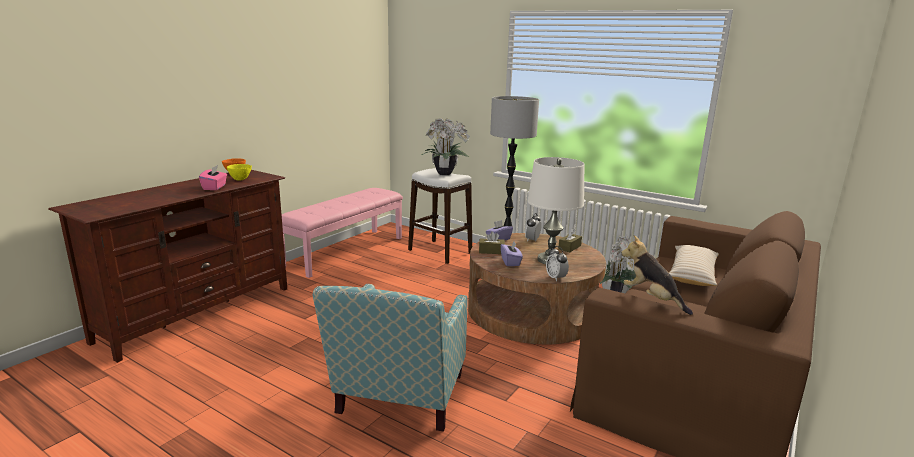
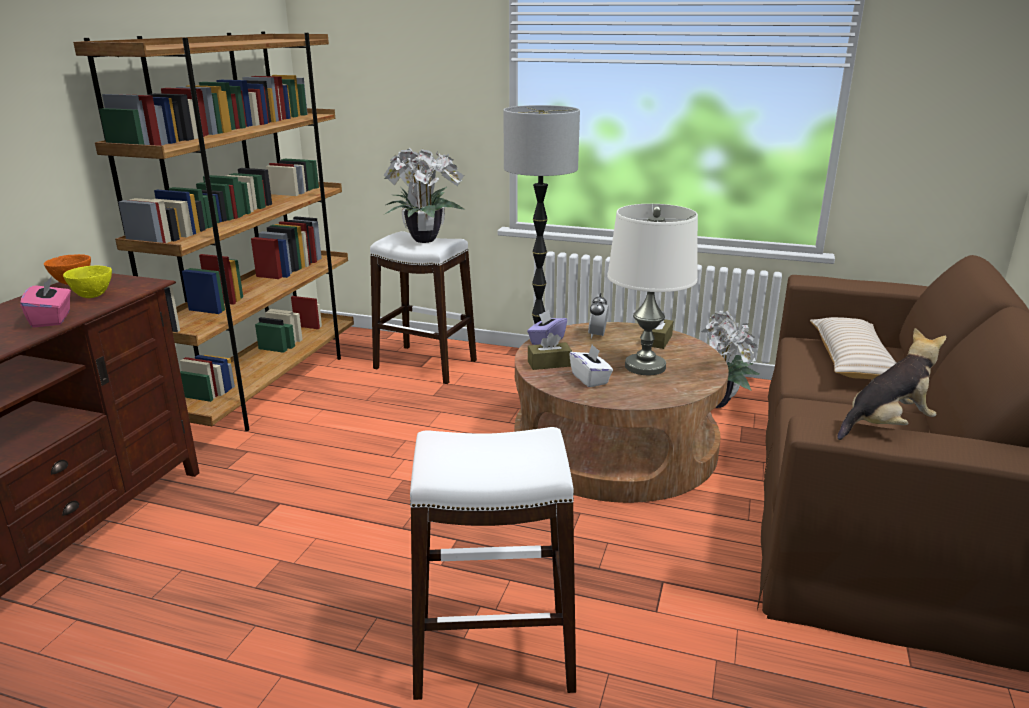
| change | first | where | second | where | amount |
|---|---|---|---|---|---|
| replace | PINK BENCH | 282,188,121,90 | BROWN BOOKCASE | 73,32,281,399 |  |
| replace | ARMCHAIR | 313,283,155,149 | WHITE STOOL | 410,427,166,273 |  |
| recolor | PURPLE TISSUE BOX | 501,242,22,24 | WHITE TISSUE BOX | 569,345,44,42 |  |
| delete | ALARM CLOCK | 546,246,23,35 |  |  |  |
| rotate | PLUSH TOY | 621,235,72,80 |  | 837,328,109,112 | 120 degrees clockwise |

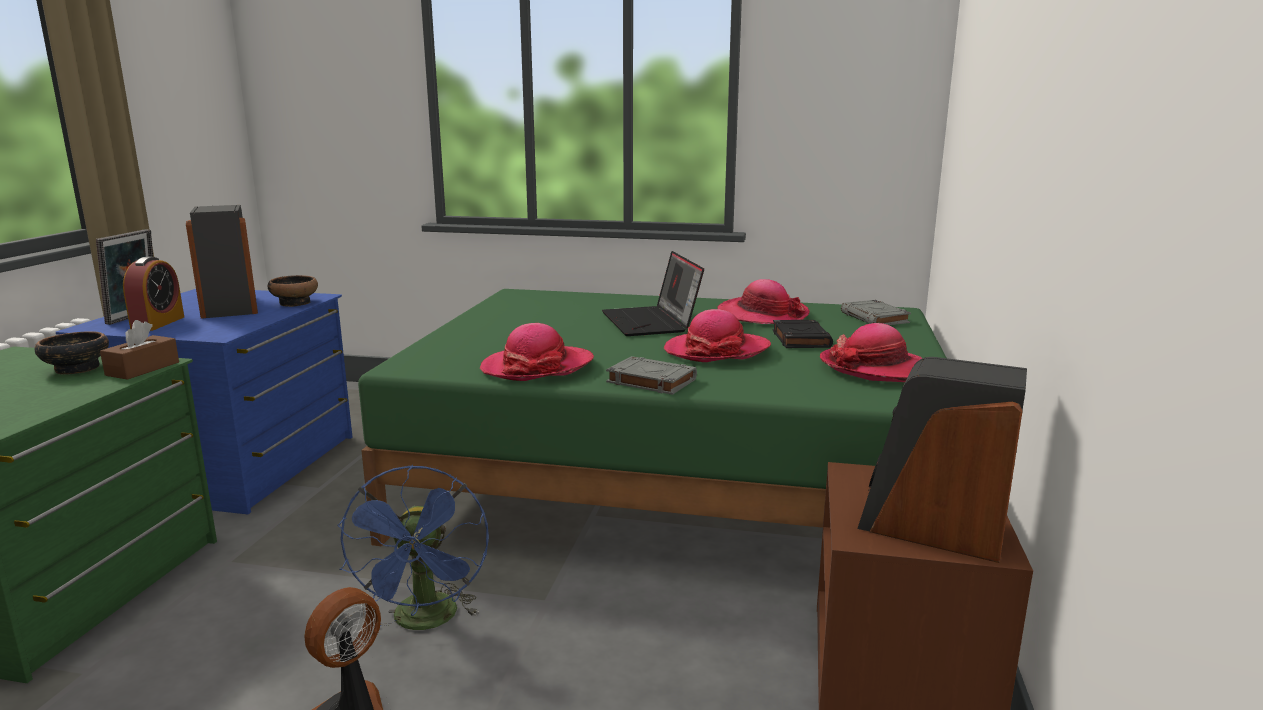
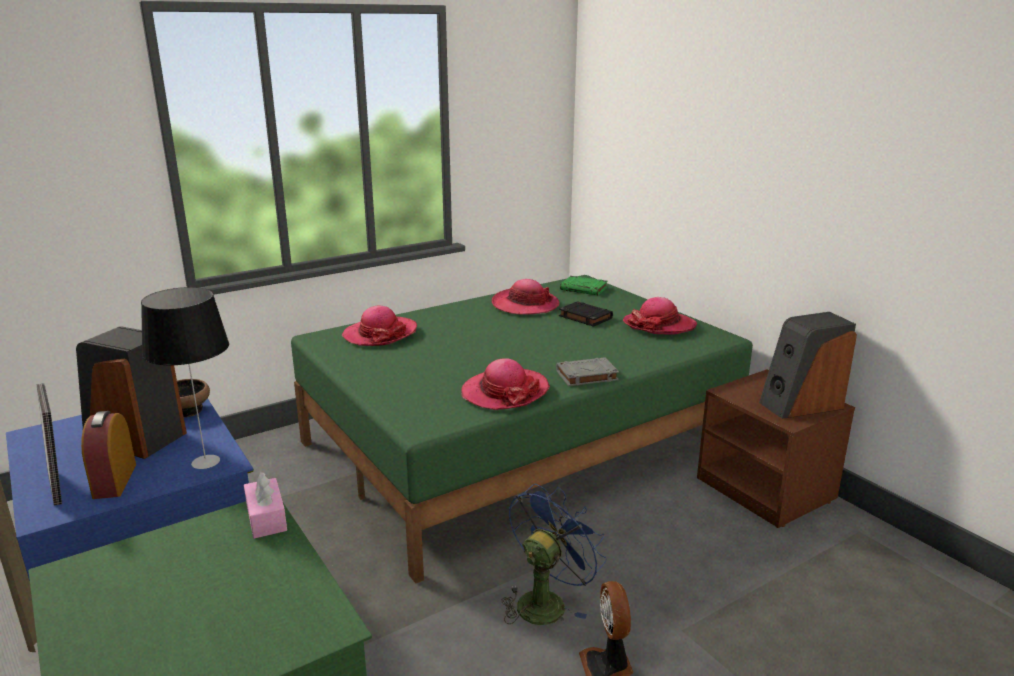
| change | first | where | second | where | amount |
|---|---|---|---|---|---|
| delete | BOWL | 35,331,74,44 |  |  |  |
| recolor | BROWN TISSUE BOX | 100,320,79,60 | PINK TISSUE BOX | 244,472,43,67 |  |
| rotate | ALARM CLOCK | 123,257,61,74 |  | 81,411,55,88 | 150 degrees counterclockwise |
| rotate | BLUE FAN | 337,465,152,165 |  | 502,484,105,141 | 90 degrees counterclockwise |
| delete | LAPTOP | 602,251,102,85 |  |  |  |
| move | HAT | 664,309,107,53 |  | 342,306,75,40 |  |
| recolor | GREY BOOK | 841,300,70,25 | GREEN BOOK | 560,276,48,19 |  |
| insert |  |  | TABLE LAMP | 141,287,88,182 |  |

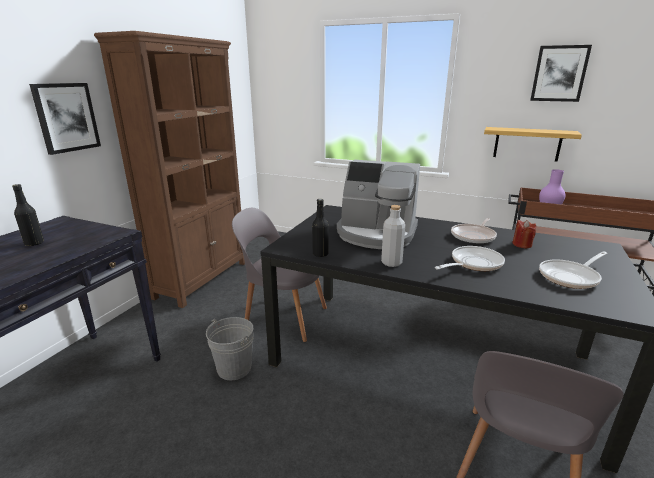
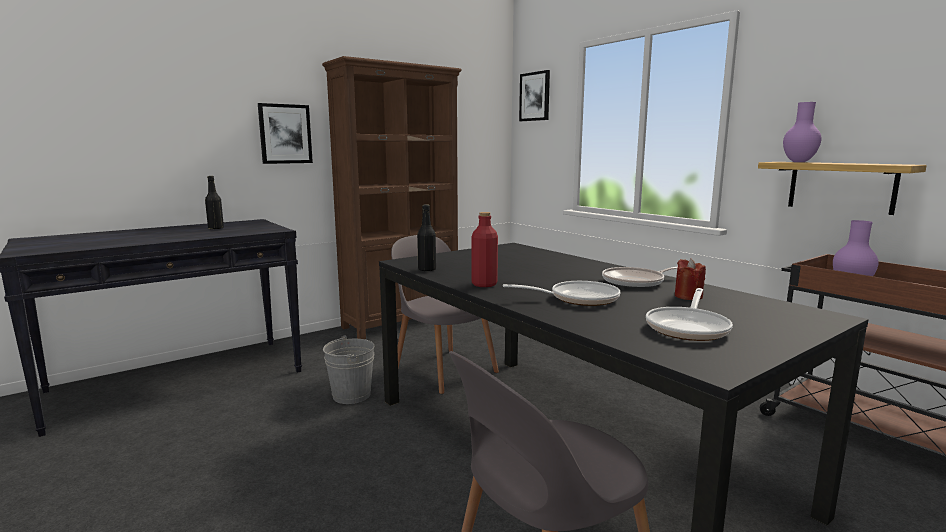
| change | first | where | second | where | amount |
|---|---|---|---|---|---|
| delete | COFFEE MACHINE | 337,160,83,89 |  |  |  |
| recolor | GREY BOTTLE | 381,205,24,62 | RED BOTTLE | 471,212,27,75 |  |
| move | PICTURE | 530,45,62,57 |  | 519,70,31,51 |  |
| rotate | FRYING PAN | 539,251,69,38 |  | 646,288,87,53 | 60 degrees counterclockwise |
| insert |  |  | PURPLE VASE | 783,102,39,60 |  |

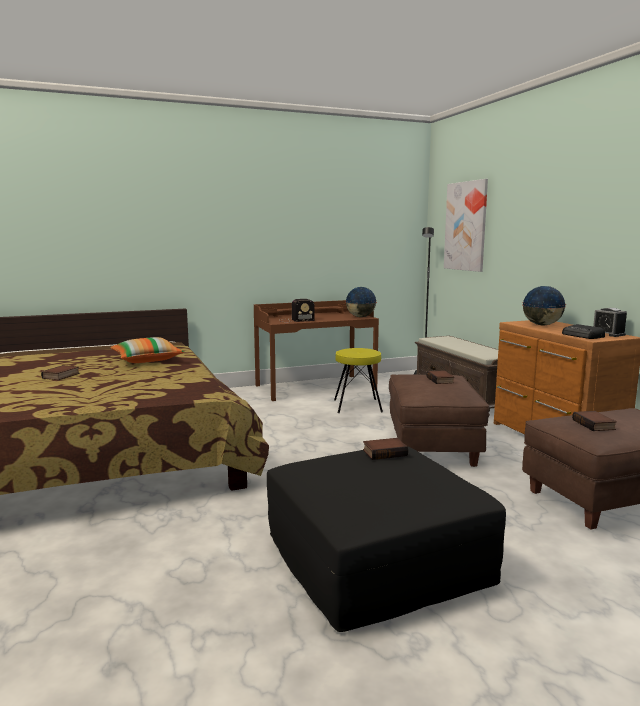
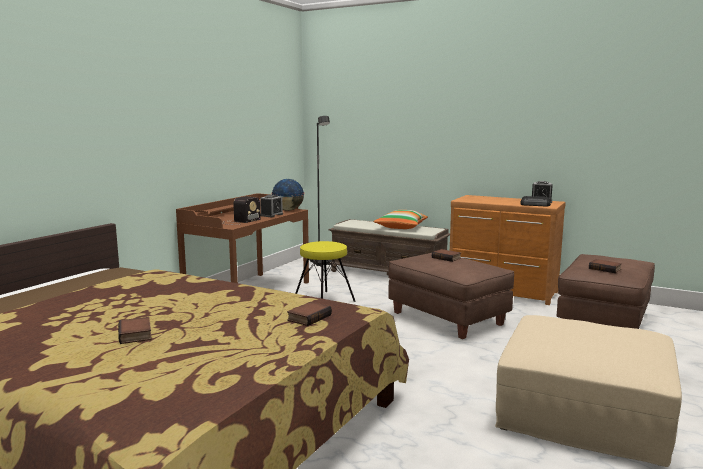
| change | first | where | second | where | amount |
|---|---|---|---|---|---|
| move | PILLOW | 110,337,74,26 |  | 373,210,55,19 |  |
| recolor | BLACK OTTOMAN | 267,446,239,186 | BEIGE OTTOMAN | 495,315,187,152 |  |
| move | BOOK | 363,438,45,22 |  | 287,302,45,24 |  |
| delete | PICTURE | 444,179,44,93 |  |  |  |
| delete | GLOBE | 522,286,44,39 |  |  |  |
| insert |  |  | ALARM CLOCK | 260,195,23,22 |  |

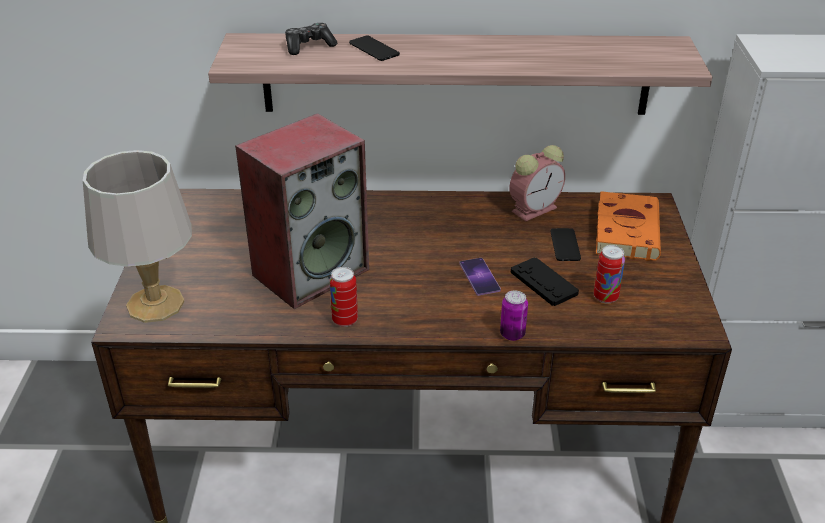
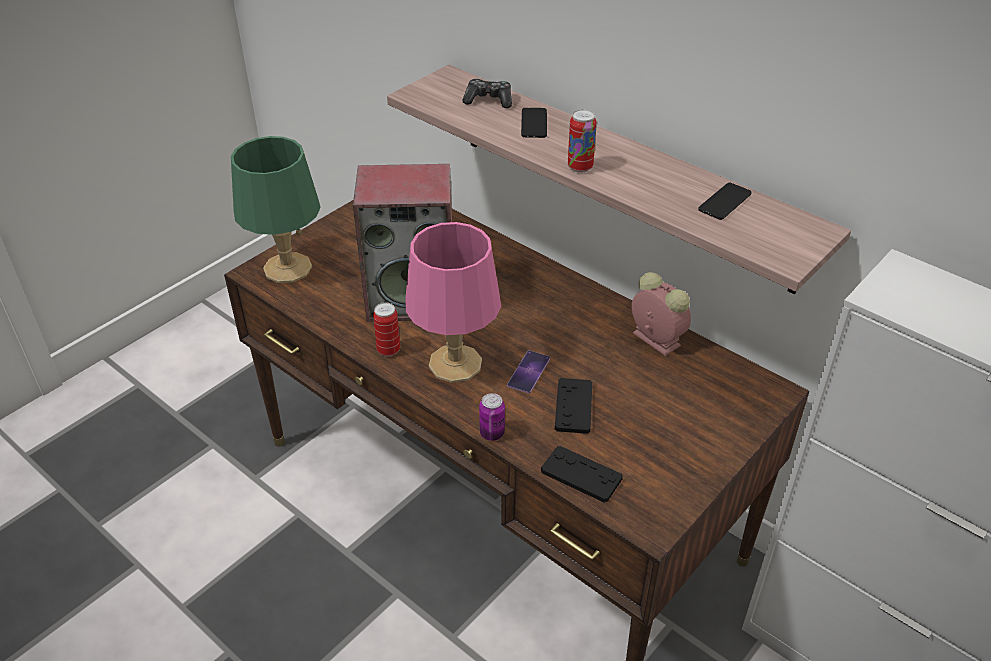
| change | first | where | second | where | amount |
|---|---|---|---|---|---|
| recolor | GREY TABLE LAMP | 83,150,109,173 | GREEN TABLE LAMP | 231,136,90,147 |  |
| rotate | ALARM CLOCK | 509,145,56,76 |  | 632,272,59,84 | 135 degrees counterclockwise |
| move | PHONE | 550,228,31,33 |  | 698,182,54,38 |  |
| move | CAN | 594,245,31,59 |  | 568,109,29,64 |  |
| delete | ORANGE BOOK | 596,191,65,70 |  |  |  |
| insert |  |  | PINK TABLE LAMP | 405,222,96,161 |  |
| insert |  |  | BLACK GAME CONTROLLER | 541,446,82,57 |  |

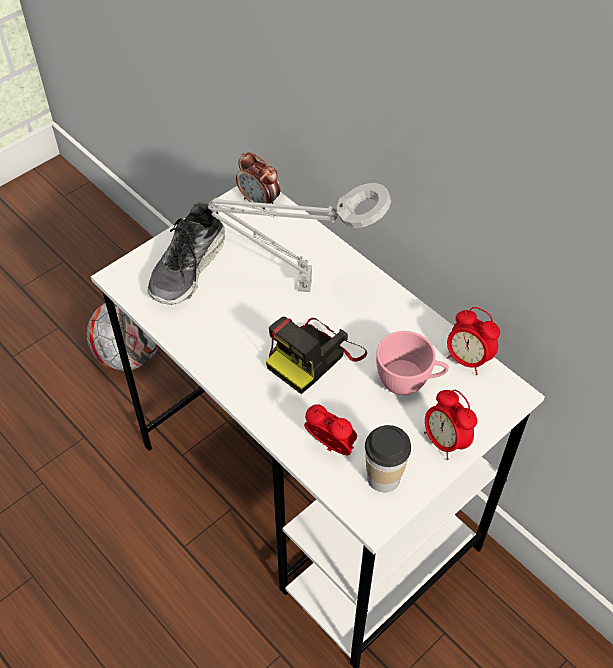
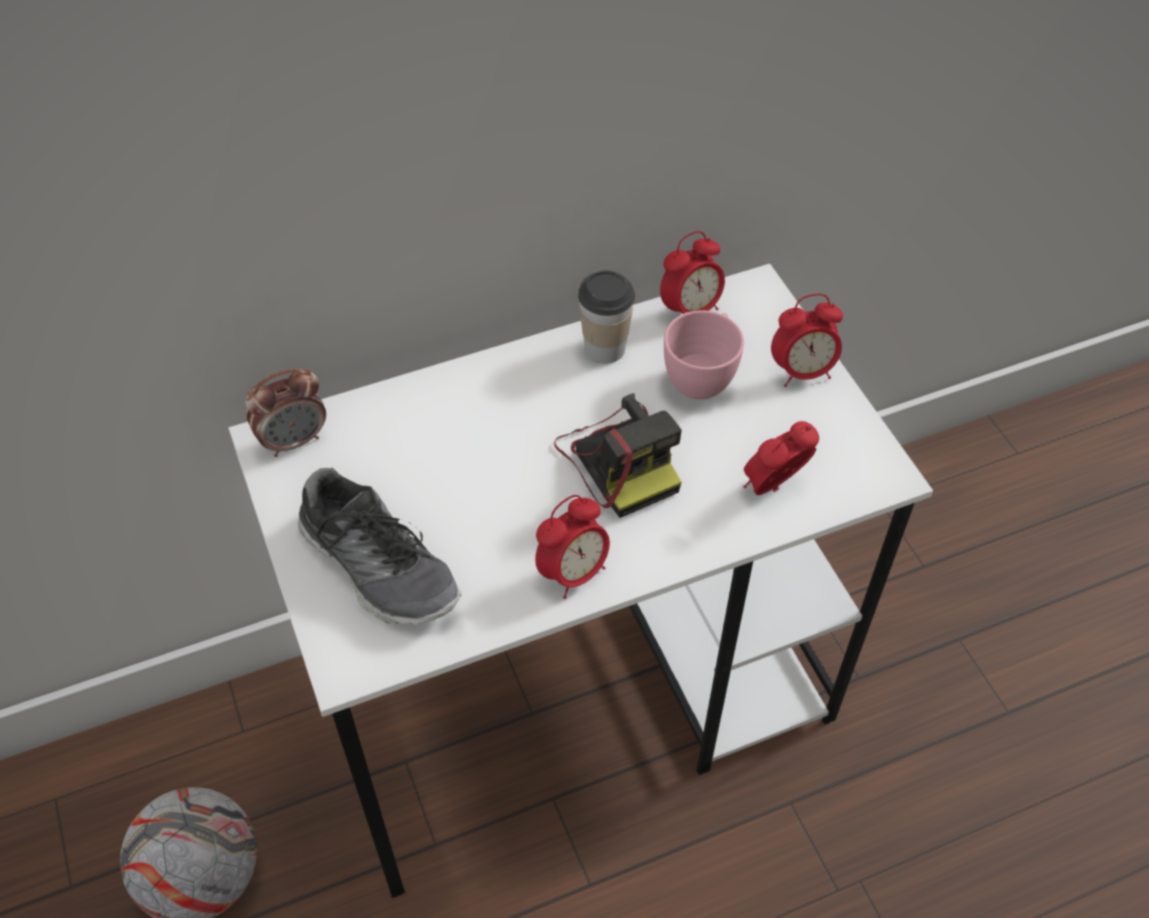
| change | first | where | second | where | amount |
|---|---|---|---|---|---|
| delete | GREY TABLE LAMP | 208,183,183,109 |  |  |  |
| move | CUP | 365,425,46,67 |  | 578,270,57,94 |  |
| insert |  |  | ALARM CLOCK | 535,495,75,104 |  |

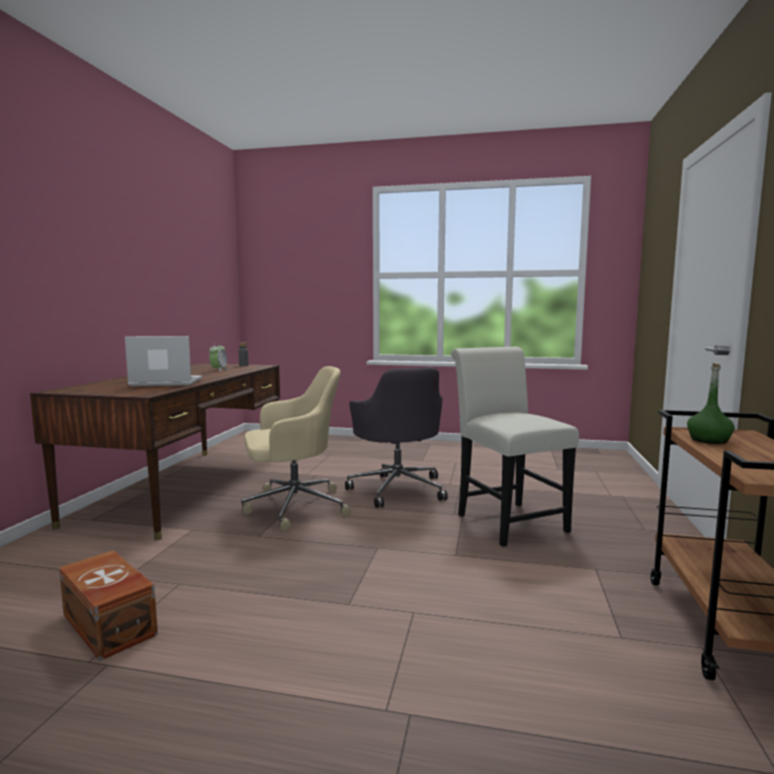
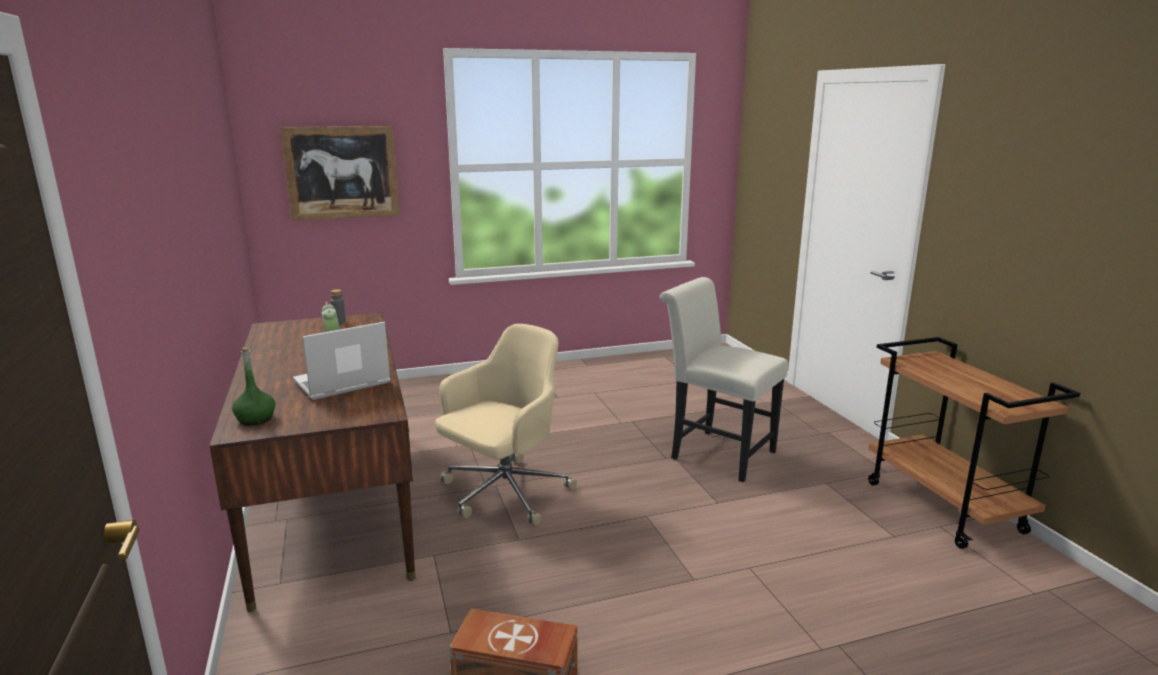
| change | first | where | second | where | amount |
|---|---|---|---|---|---|
| delete | GREY OFFICE CHAIR | 345,368,103,140 |  |  |  |
| move | GREEN BOTTLE | 687,363,48,81 |  | 232,347,44,78 |  |
| insert |  |  | PICTURE | 280,126,120,95 |  |

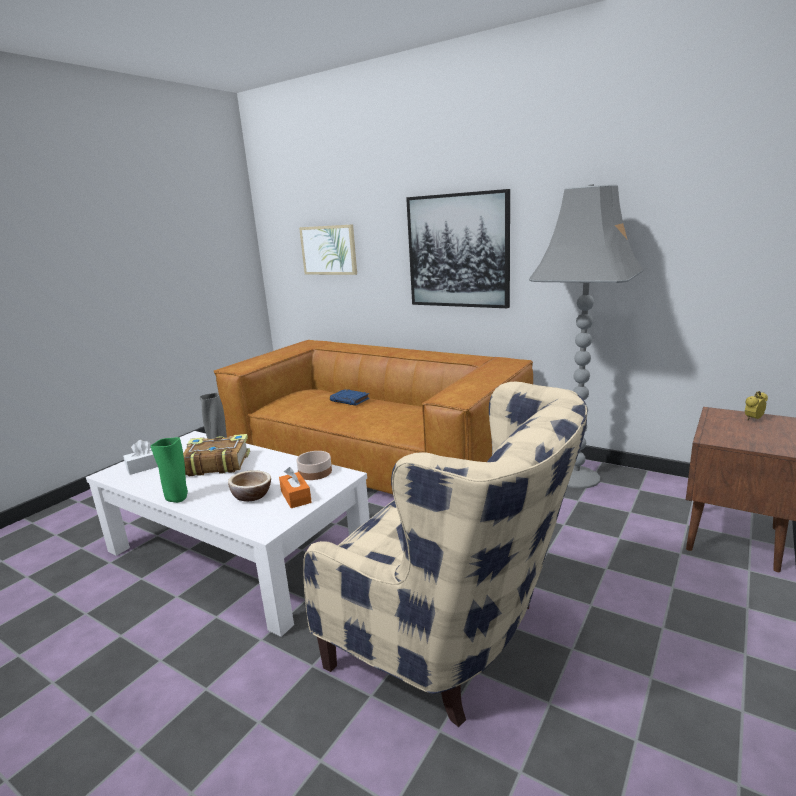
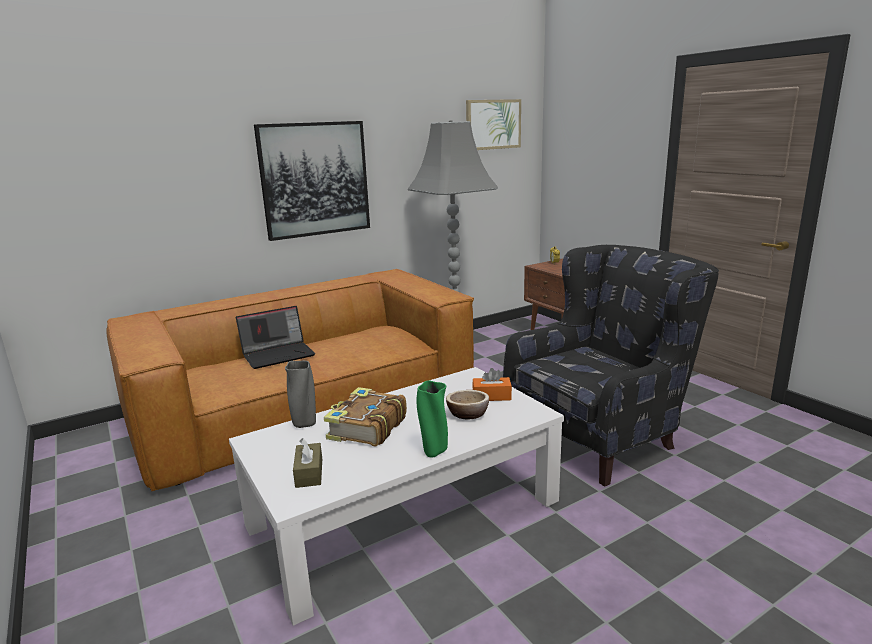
| change | first | where | second | where | amount |
|---|---|---|---|---|---|
| recolor | WHITE TISSUE BOX | 123,440,35,35 | BROWN TISSUE BOX | 293,438,29,50 |  |
| delete | BOWL | 296,451,36,29 |  |  |  |
| move | PICTURE | 299,224,58,51 |  | 466,99,55,51 |  |
| recolor | BEIGE ARMCHAIR | 303,382,284,345 | BLACK ARMCHAIR | 503,245,216,242 |  |
| replace | BLUE BOOK | 330,389,40,17 | LAPTOP | 236,306,79,63 |  |

